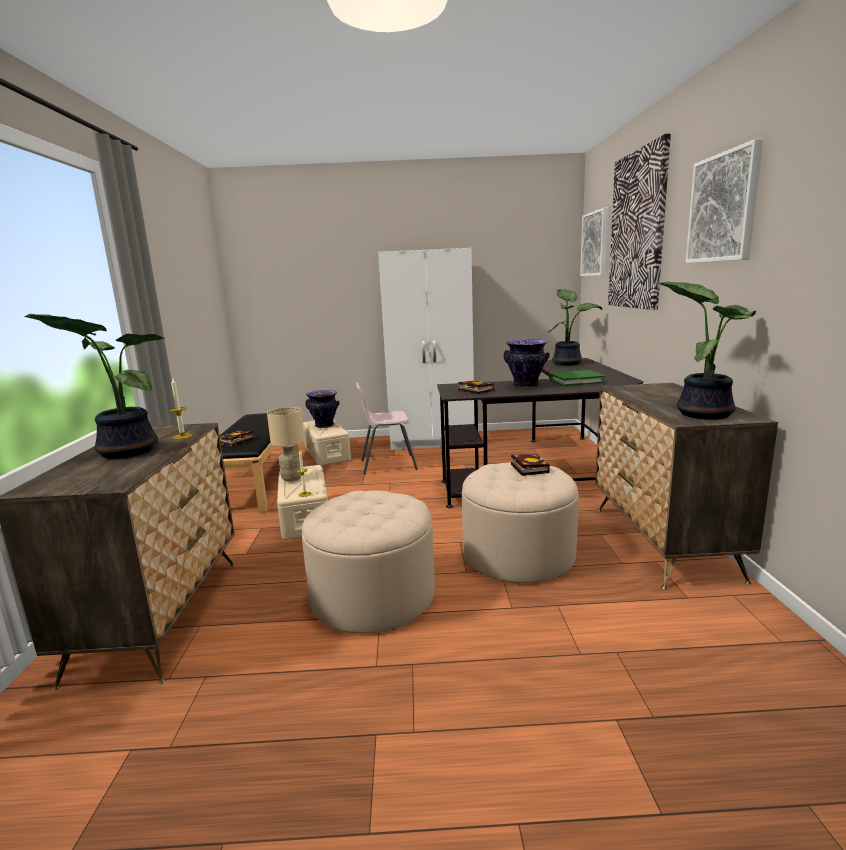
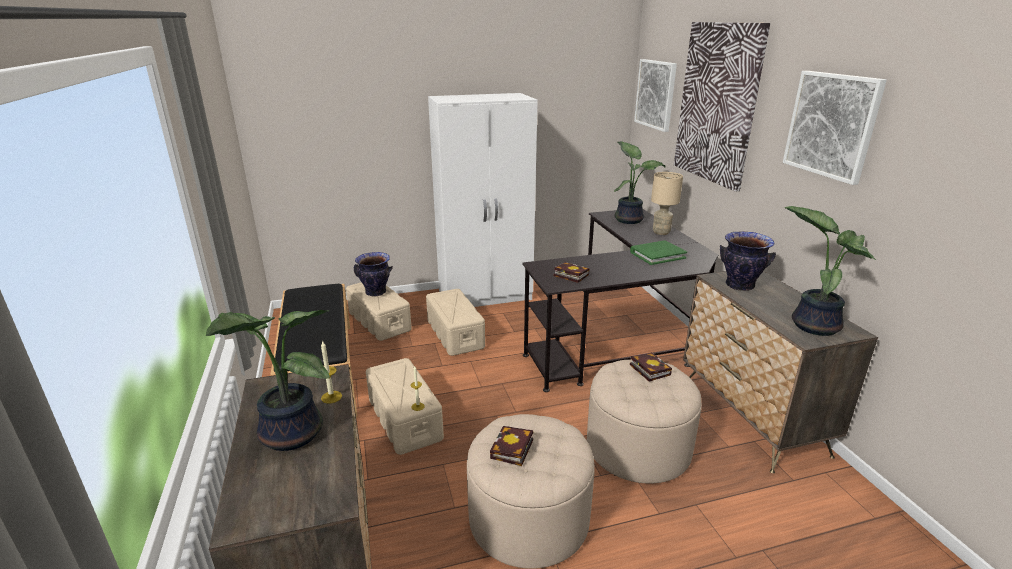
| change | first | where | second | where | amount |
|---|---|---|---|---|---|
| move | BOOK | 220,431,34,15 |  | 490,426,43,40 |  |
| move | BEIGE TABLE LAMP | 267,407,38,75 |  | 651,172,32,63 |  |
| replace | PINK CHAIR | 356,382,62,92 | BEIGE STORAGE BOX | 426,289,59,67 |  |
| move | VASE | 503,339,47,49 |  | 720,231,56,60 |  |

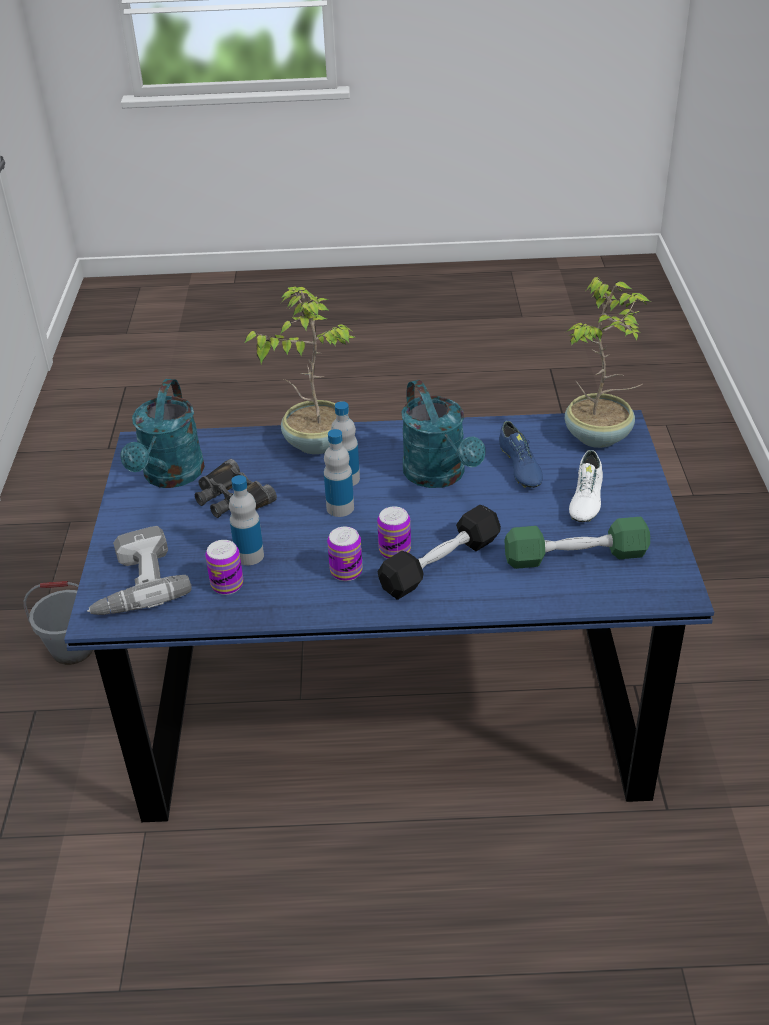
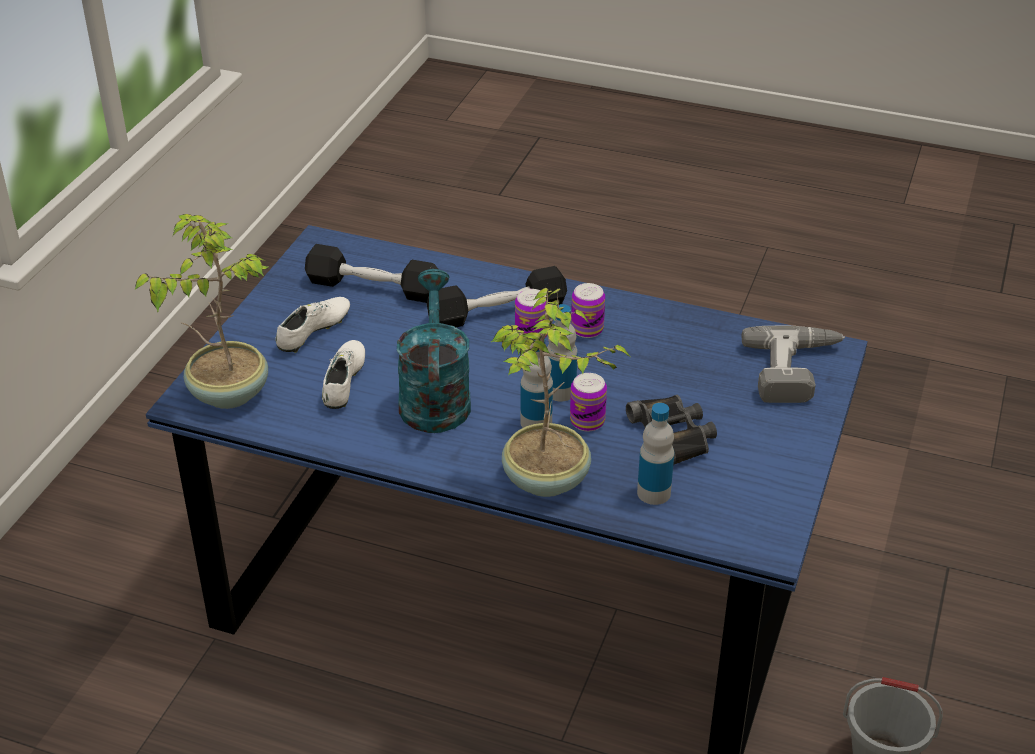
| change | first | where | second | where | amount |
|---|---|---|---|---|---|
| delete | TURQUOISE WATERING CAN | 120,379,85,109 |  |  |  |
| move | CAN | 205,540,38,55 |  | 570,373,37,58 |  |
| move | BOTTLE | 229,475,35,90 |  | 637,403,37,102 |  |
| recolor | BLUE SHOE | 499,421,44,67 | WHITE SHOE | 322,340,43,69 |  |
| recolor | GREEN DUMBBELL | 504,517,146,52 | BLACK DUMBBELL | 305,244,133,59 |  |

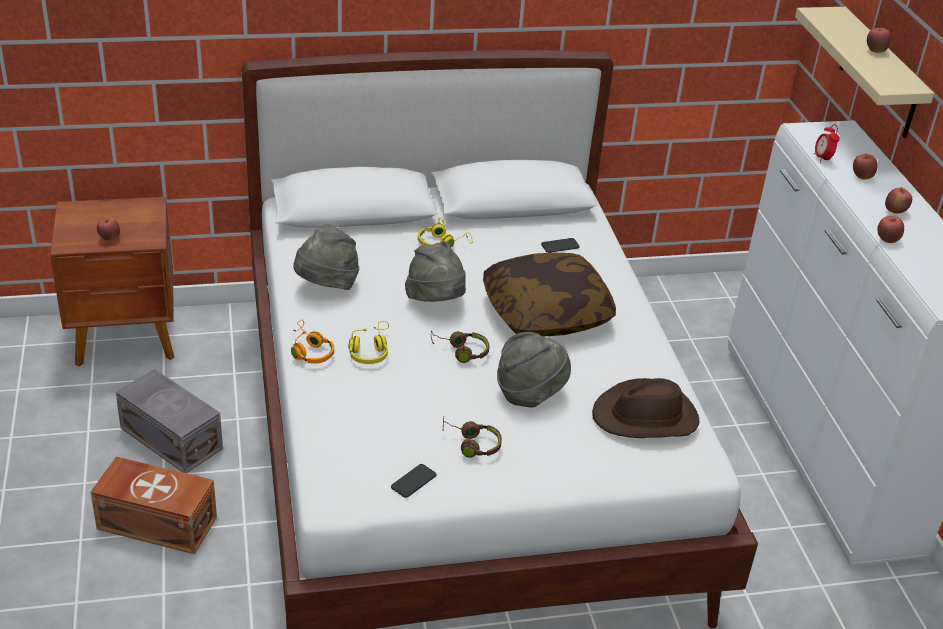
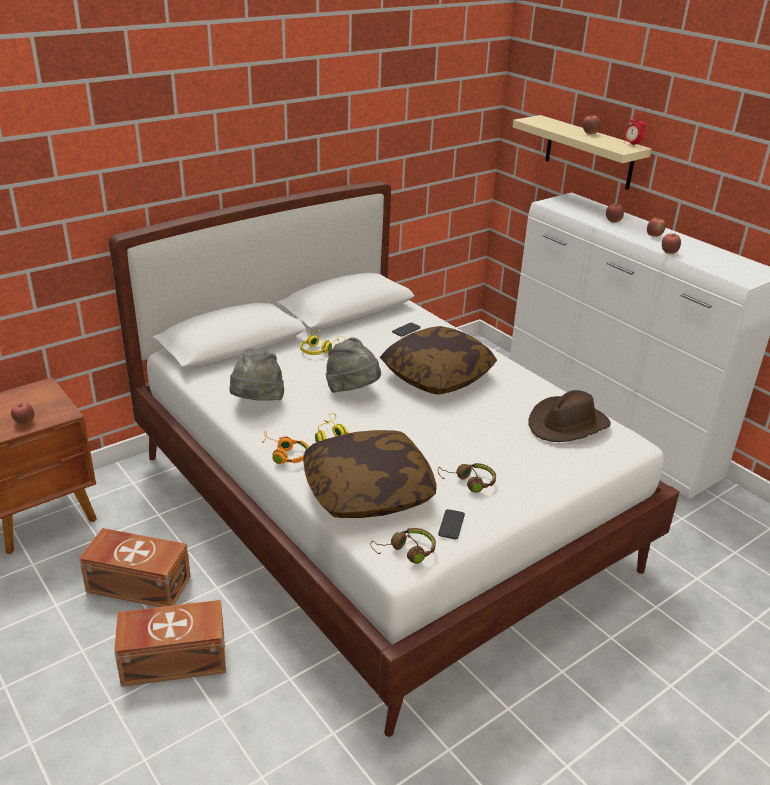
| change | first | where | second | where | amount |
|---|---|---|---|---|---|
| recolor | GREY STORAGE BOX | 116,369,107,104 | BROWN STORAGE BOX | 79,528,112,79 |  |
| move | BROWN HEADPHONES | 431,331,58,32 |  | 370,528,66,36 |  |
| delete | GREY HAT | 497,332,74,76 |  |  |  |
| move | ALARM CLOCK | 814,124,26,39 |  | 624,115,22,32 |  |
| insert |  |  | PILLOW | 303,430,134,88 |  |

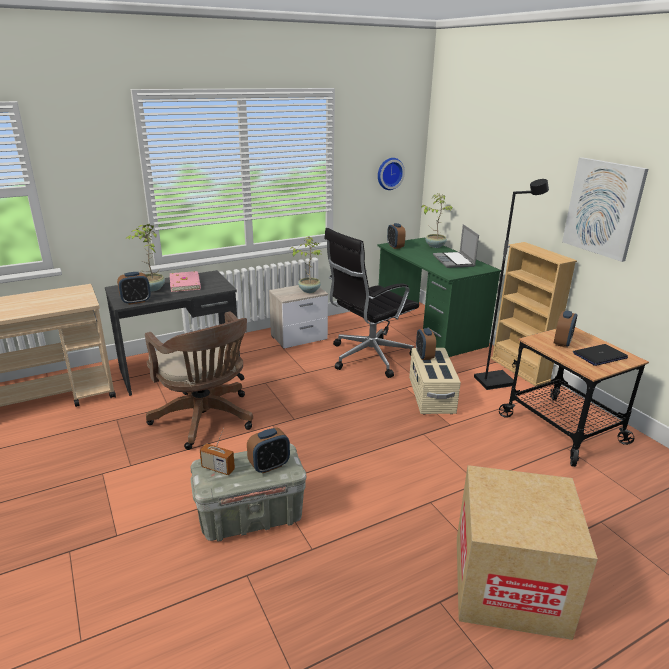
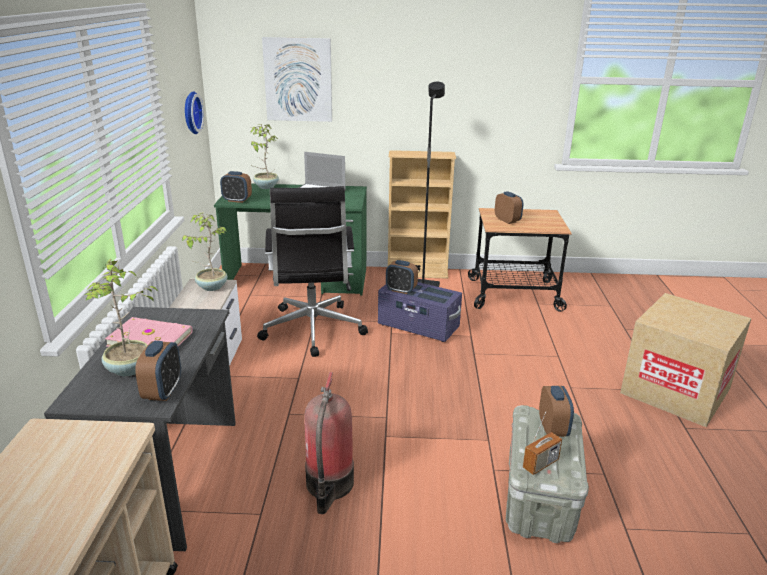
| change | first | where | second | where | amount |
|---|---|---|---|---|---|
| replace | BROWN OFFICE CHAIR | 145,311,108,139 | FIRE EXTINGUISHER | 305,372,49,142 |  |
| recolor | BEIGE STORAGE BOX | 409,348,52,67 | PURPLE STORAGE BOX | 378,282,84,60 |  |
| move | PICTURE | 562,157,86,105 |  | 262,37,70,85 |  |
| delete | LAPTOP | 573,344,55,22 |  |  |  |

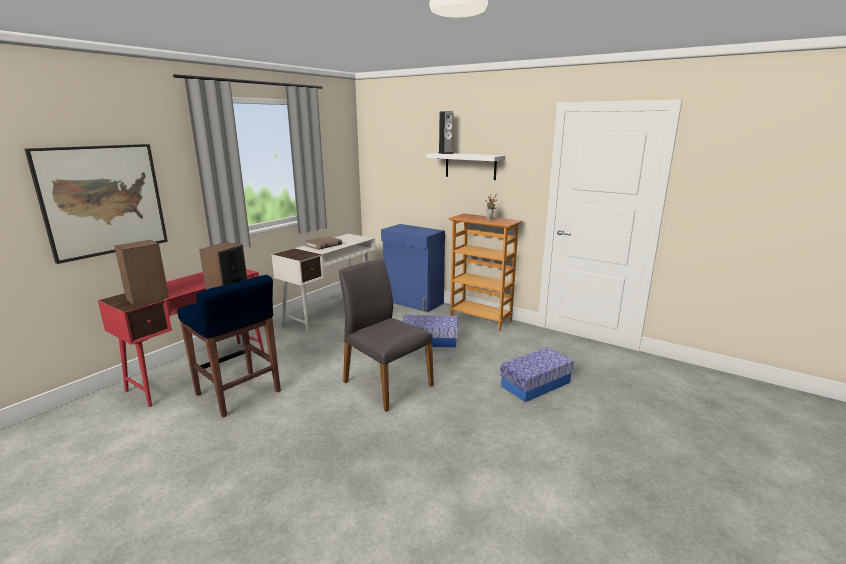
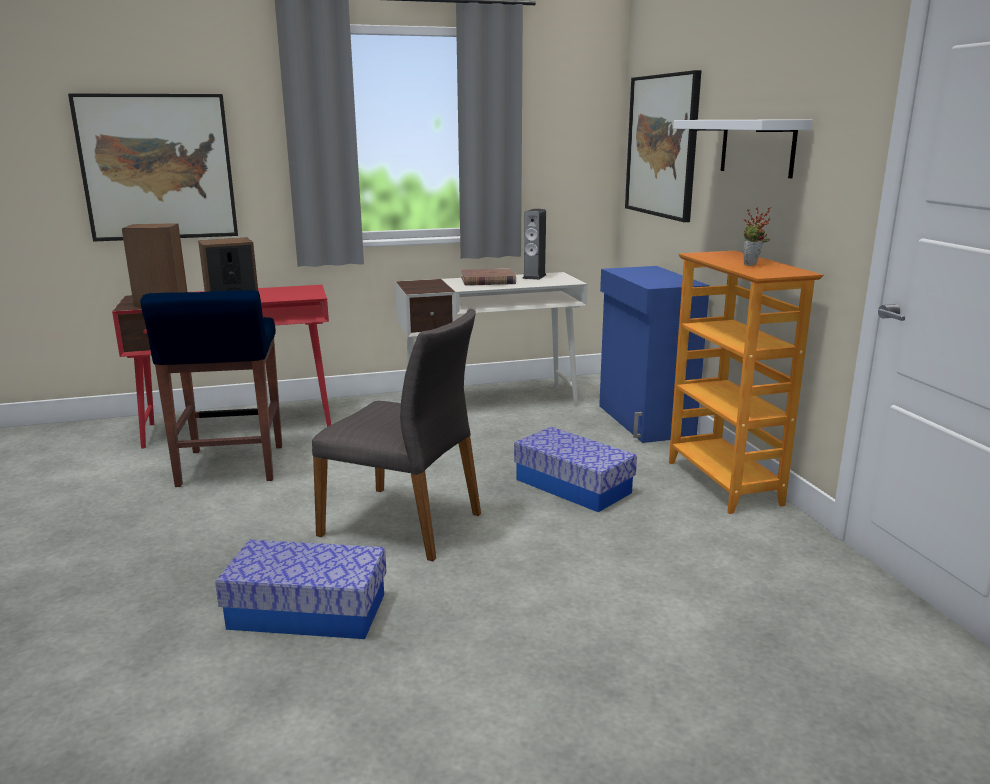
| change | first | where | second | where | amount |
|---|---|---|---|---|---|
| rotate | GREY CHAIR | 339,259,95,153 |  | 312,309,169,252 | 120 degrees clockwise |
| move | SPEAKER | 438,111,15,43 |  | 522,209,24,71 |  |
| move | STORAGE BOX | 500,347,74,55 |  | 215,540,172,99 |  |
| insert |  |  | PICTURE | 625,70,76,152 |  |

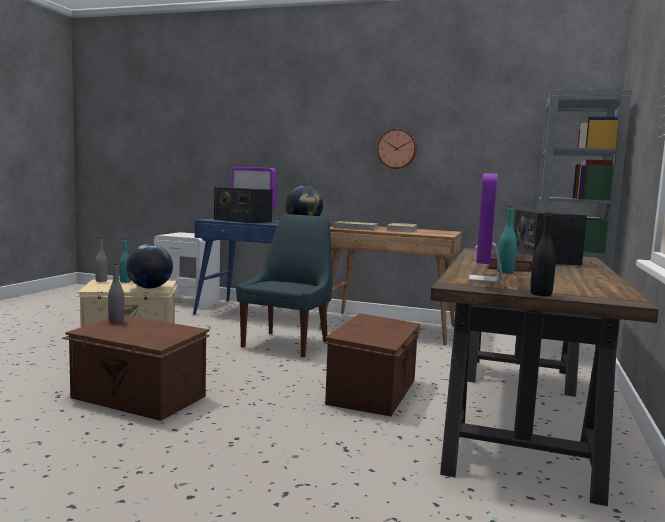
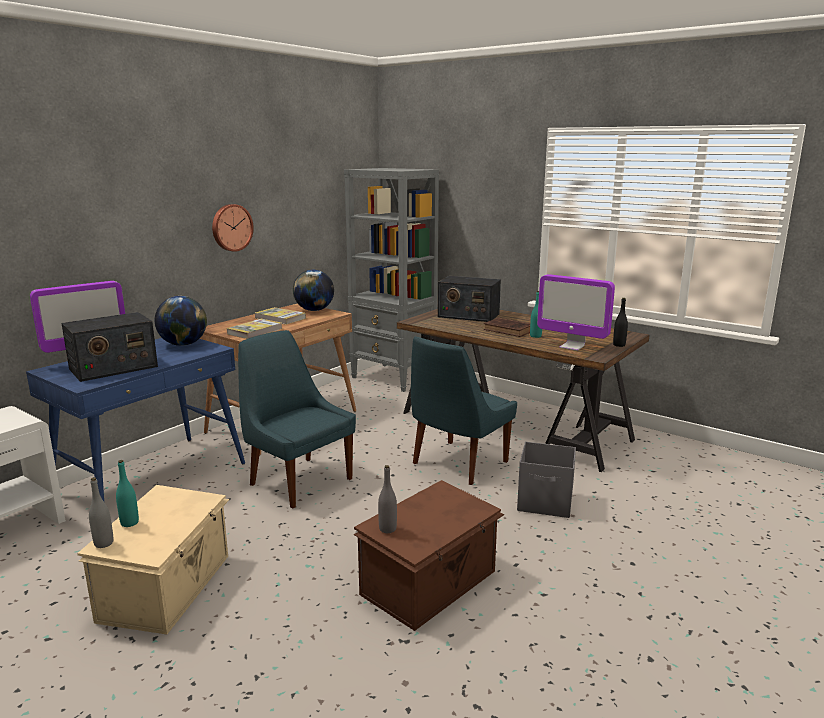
| change | first | where | second | where | amount |
|---|---|---|---|---|---|
| move | GLOBE | 126,244,47,45 |  | 293,270,41,41 |  |
| replace | BROWN STORAGE BOX | 325,313,97,103 | BLUE CHAIR | 411,336,106,149 |  |
| insert |  |  | GREY STORAGE BOX | 517,442,59,76 |  |

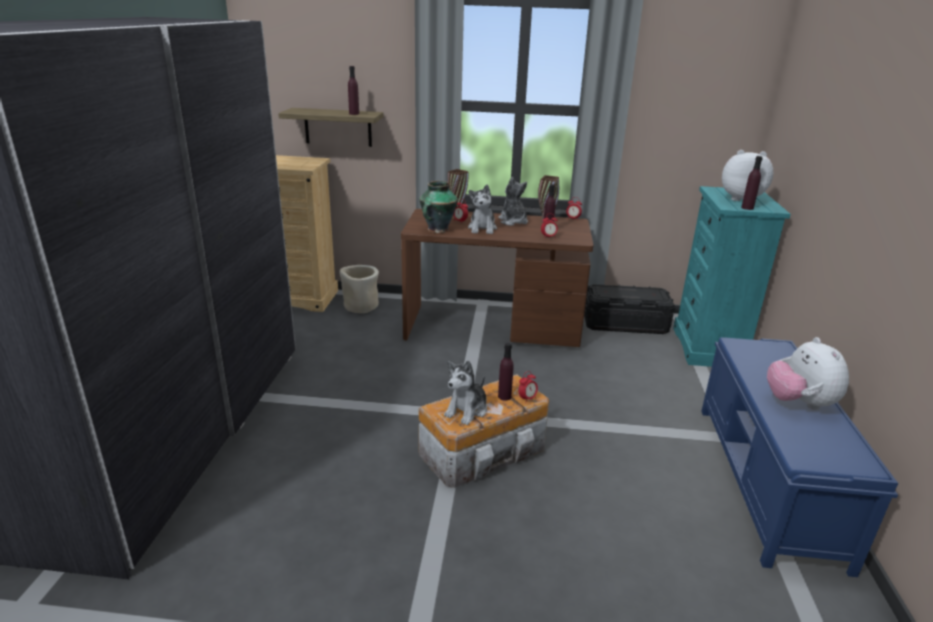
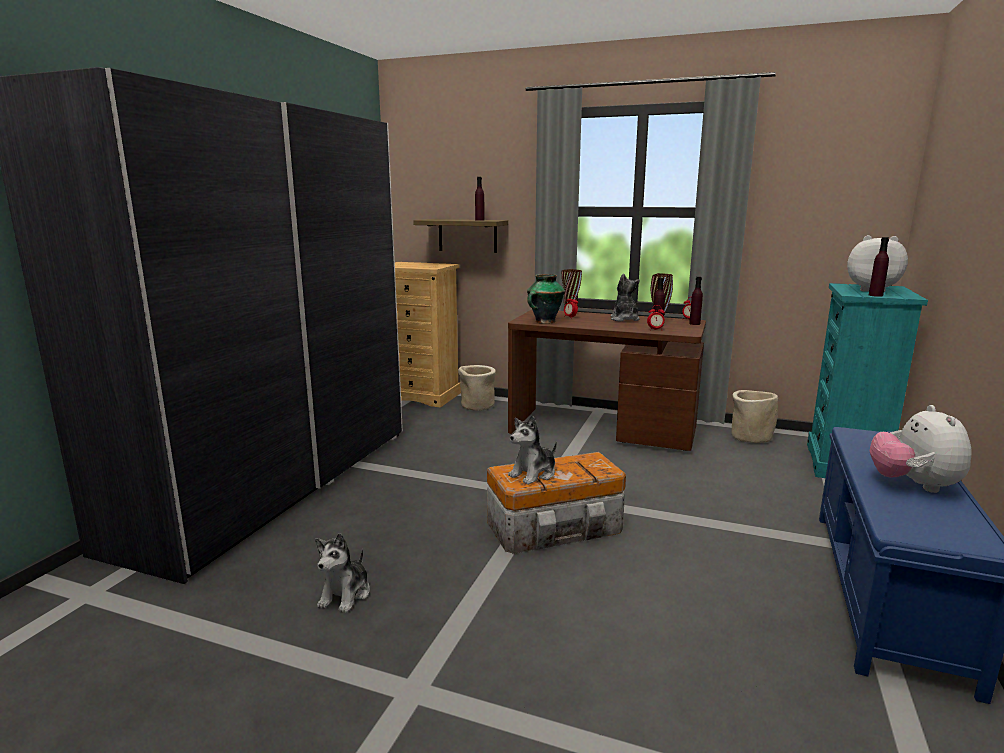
| change | first | where | second | where | amount |
|---|---|---|---|---|---|
| move | PLUSH TOY | 468,185,29,49 |  | 315,533,55,80 |  |
| move | PURPLE BOTTLE | 498,343,16,58 |  | 689,276,14,49 |  |
| delete | ALARM CLOCK | 519,371,19,30 |  |  |  |
| replace | BLACK STORAGE BOX | 584,284,91,50 | BEIGE PLANTER | 732,390,46,53 |  |

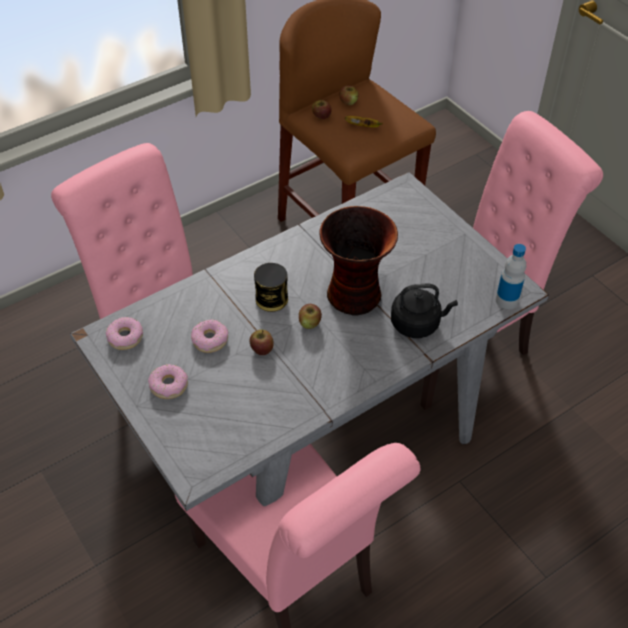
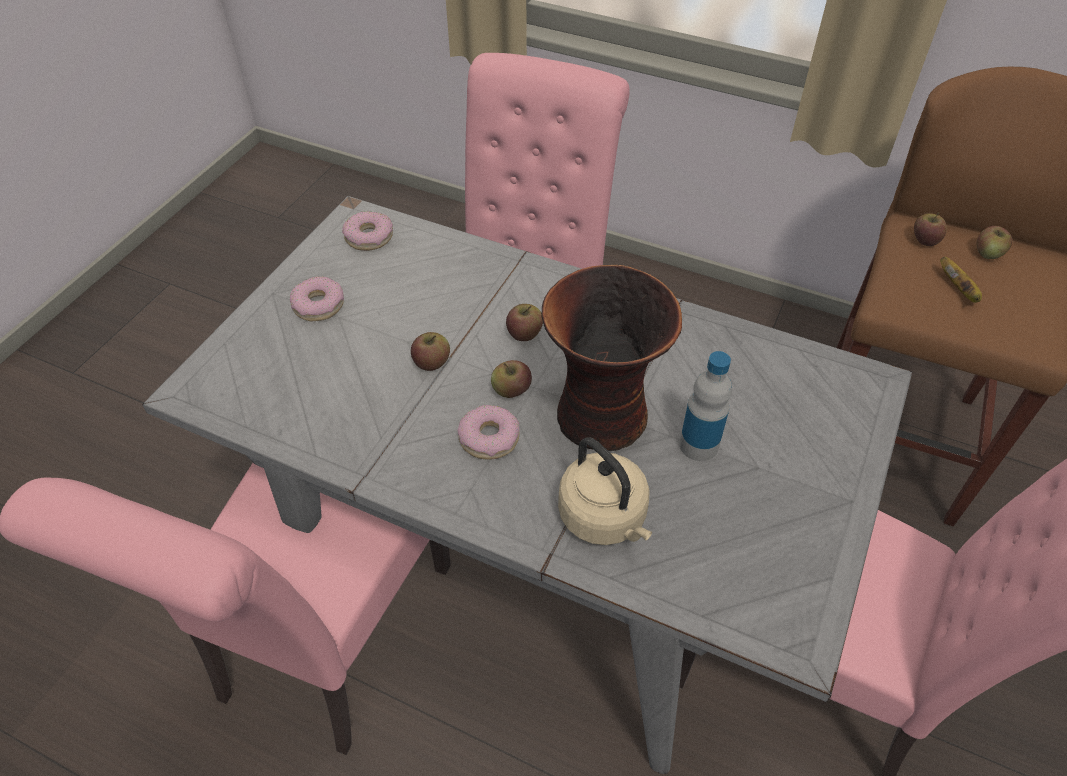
| change | first | where | second | where | amount |
|---|---|---|---|---|---|
| move | DONUT | 191,320,37,33 |  | 458,405,62,54 |  |
| replace | CAN | 254,263,34,49 | APPLE | 506,304,37,37 |  |
| recolor | BLACK KETTLE | 391,284,67,54 | BEIGE KETTLE | 558,437,94,108 |  |
| move | BOTTLE | 496,244,30,65 |  | 680,351,52,110 |  |

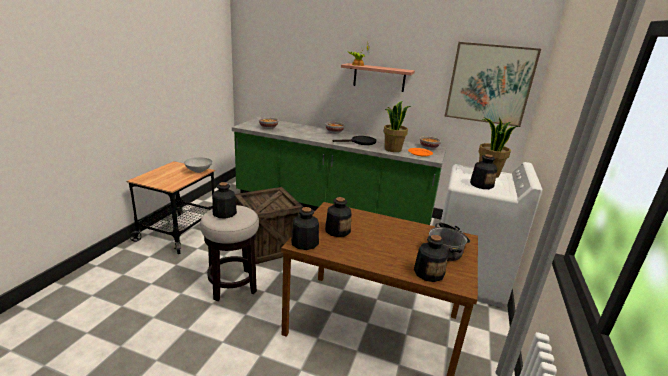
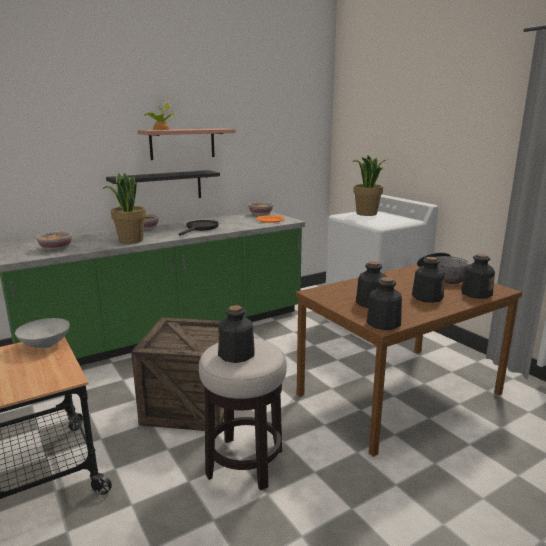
| change | first | where | second | where | amount |
|---|---|---|---|---|---|
| move | POTTED PLANT | 384,101,27,51 |  | 103,173,43,71 |  |
| delete | PICTURE | 444,42,97,84 |  |  |  |
| move | BOTTLE | 470,154,27,35 |  | 412,257,33,46 |  |
| insert |  |  | BLACK SHELF | 106,170,114,28 |  |

